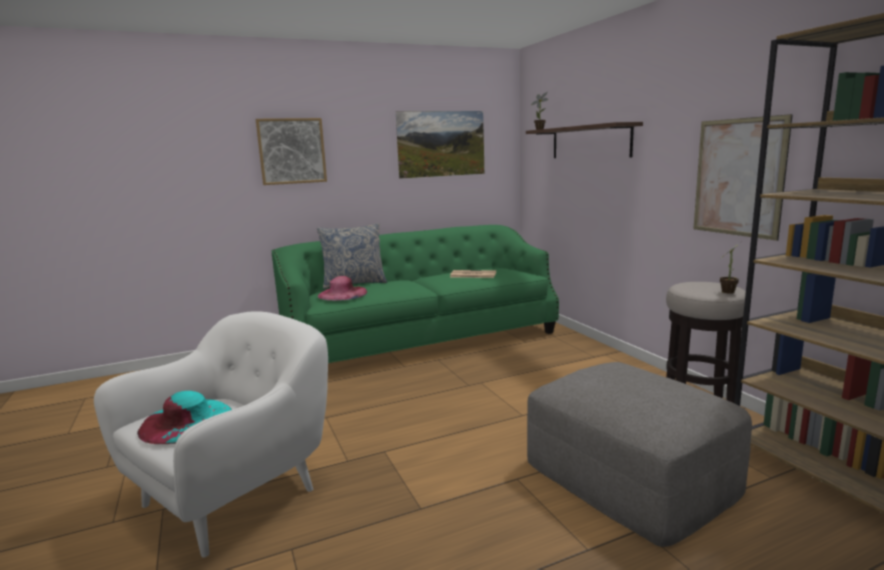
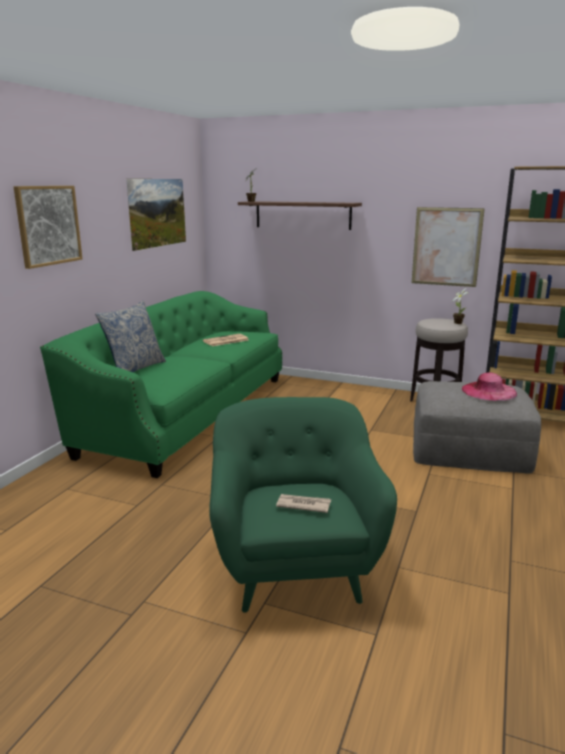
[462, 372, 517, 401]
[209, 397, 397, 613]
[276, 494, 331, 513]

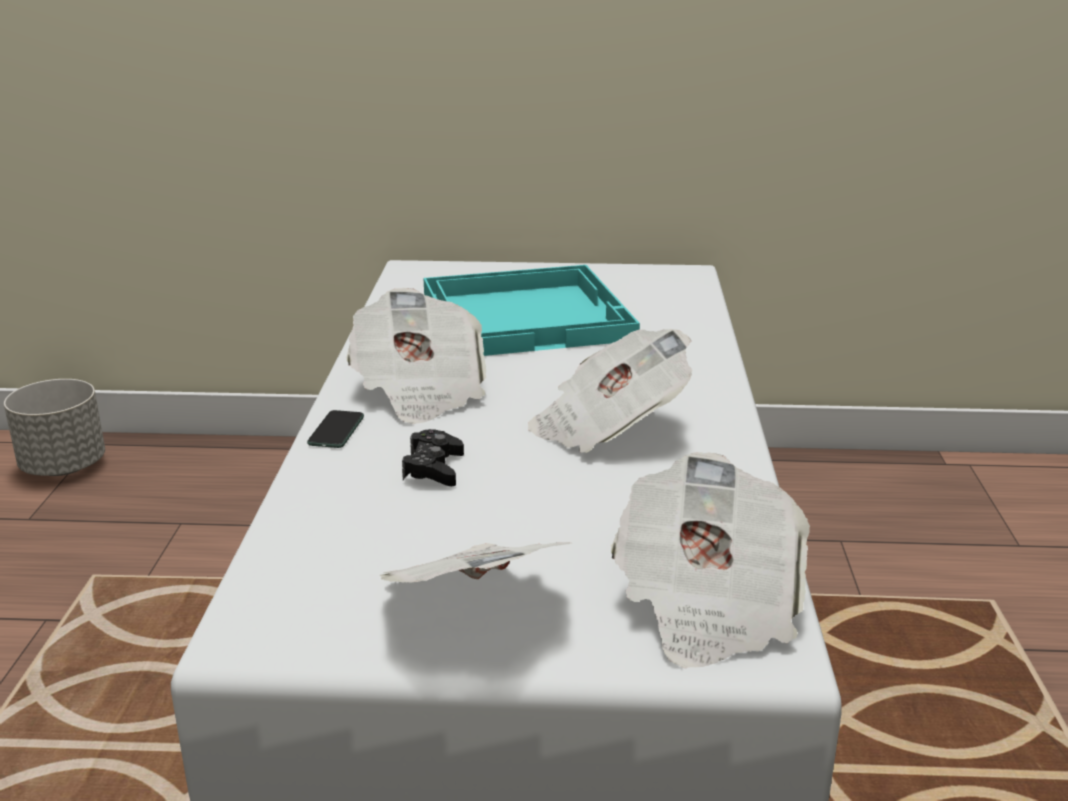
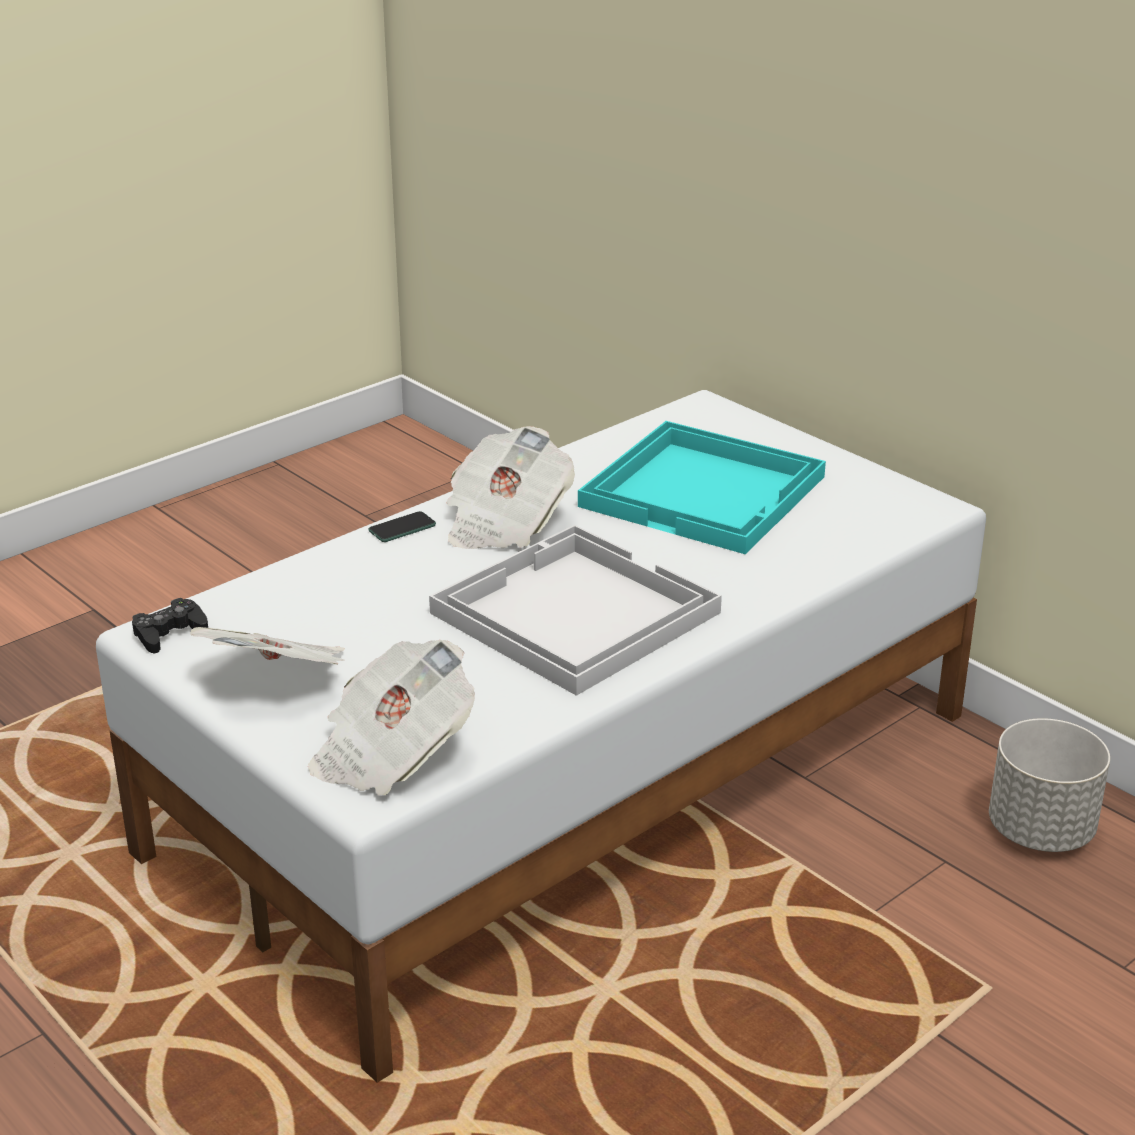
[429, 525, 722, 696]
[989, 718, 1110, 852]
[132, 598, 208, 653]

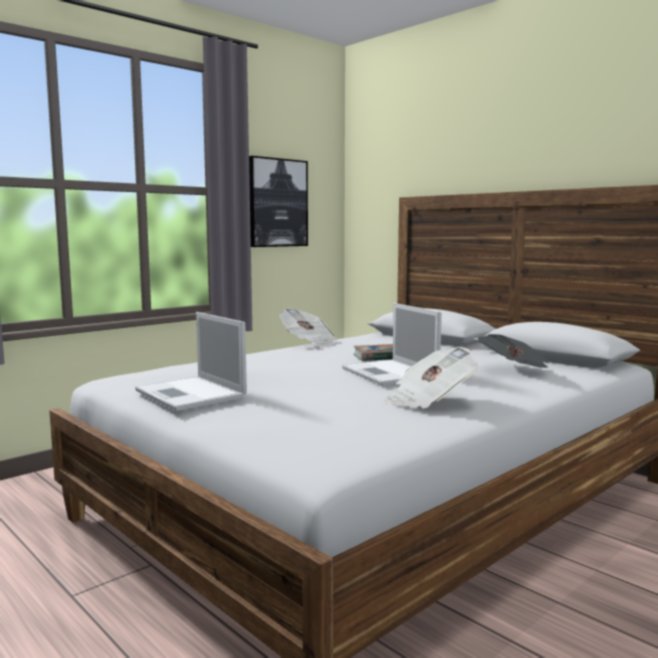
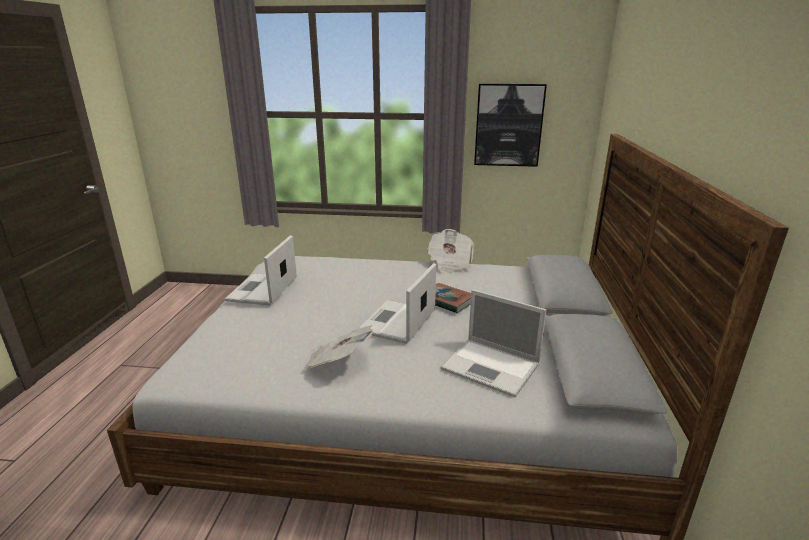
[441, 289, 547, 397]

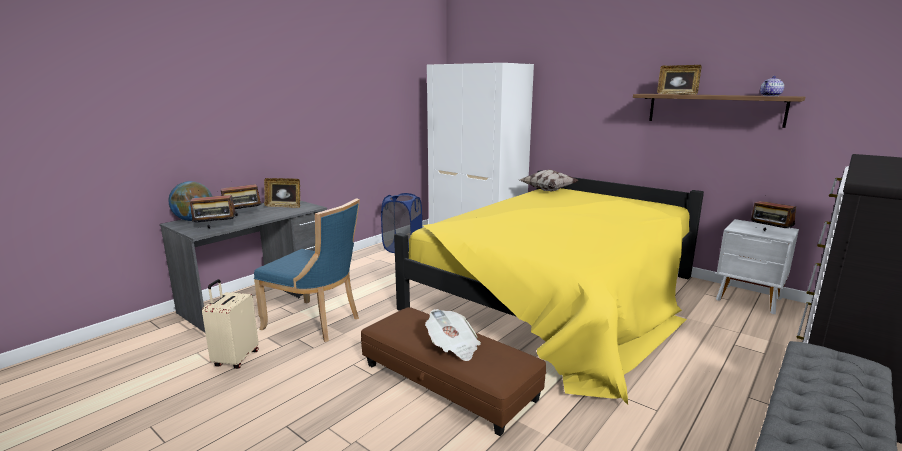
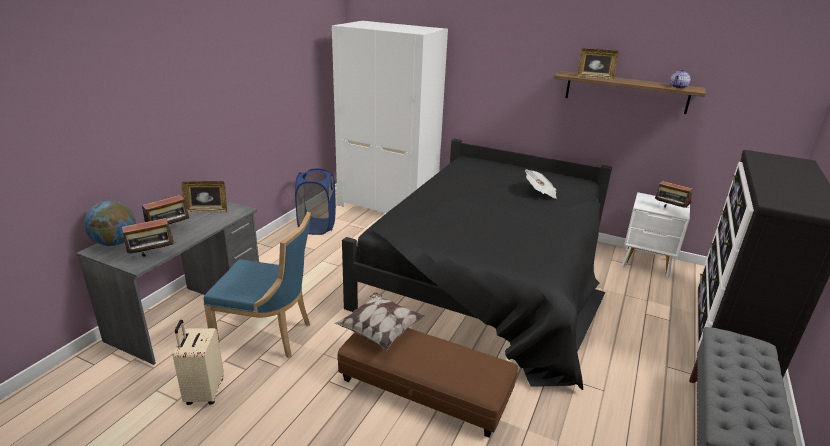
[334, 293, 425, 350]
[342, 139, 612, 390]
[525, 169, 557, 199]

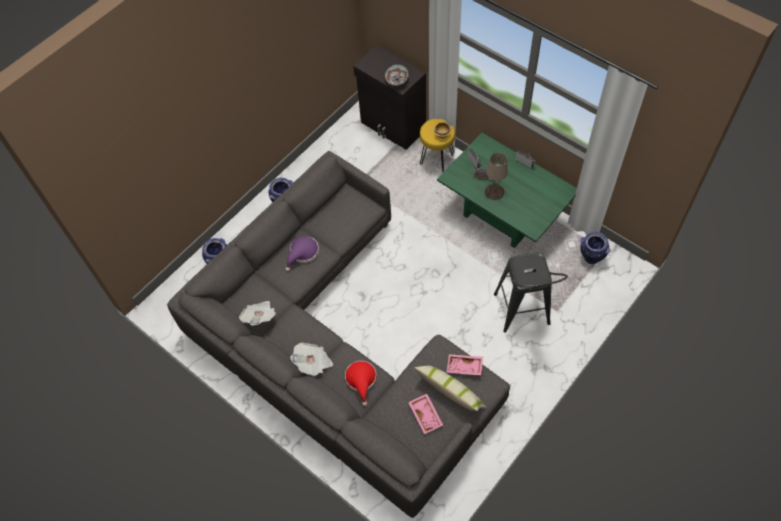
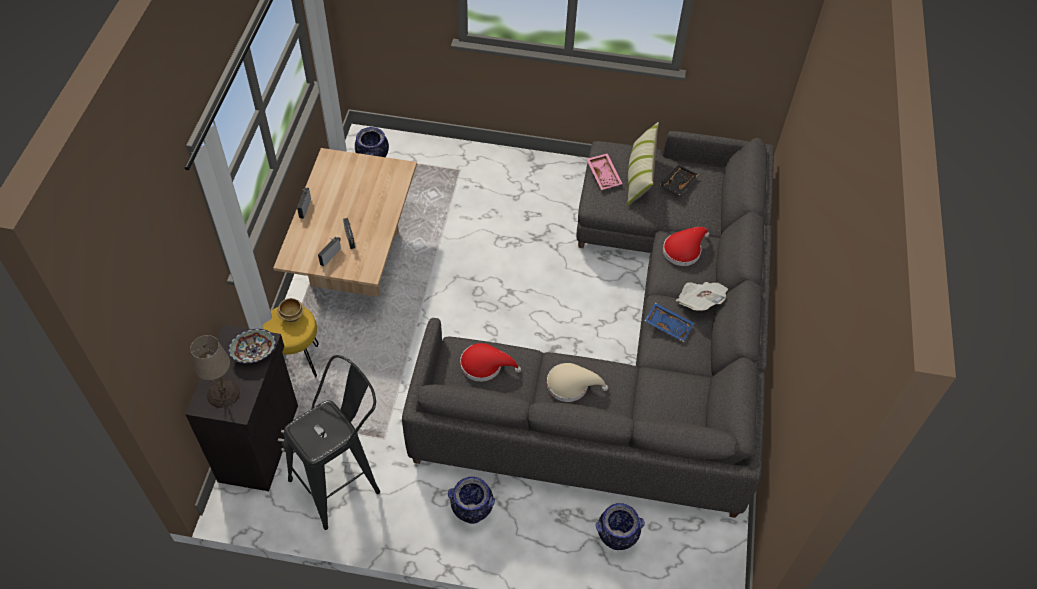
[273, 148, 417, 297]
[190, 335, 240, 408]
[547, 363, 608, 402]
[284, 355, 380, 530]
[239, 301, 276, 325] (first image)
[660, 164, 698, 195]
[644, 302, 694, 342]
[460, 343, 521, 382]

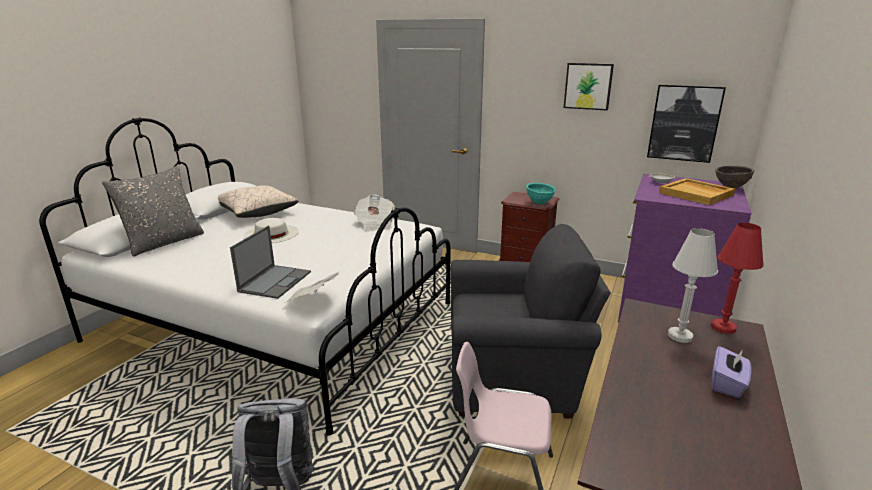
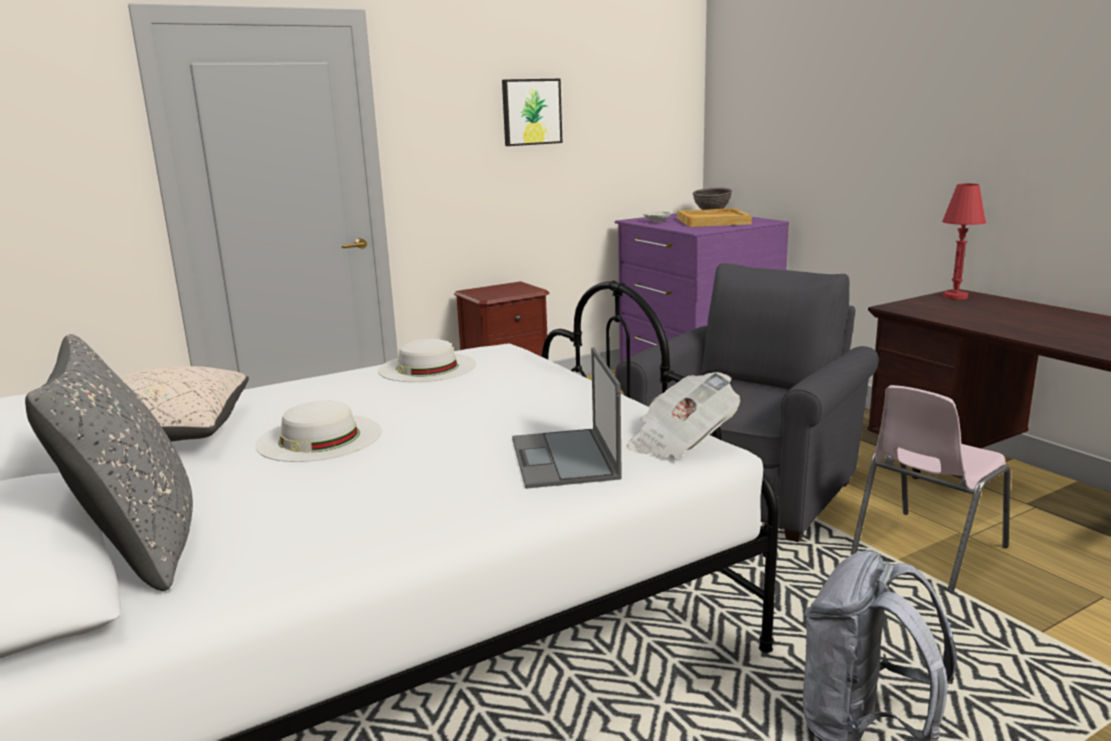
[647, 85, 726, 163] (first image)
[526, 183, 556, 204] (first image)
[378, 339, 476, 382]
[512, 347, 622, 489]
[668, 228, 718, 343] (first image)
[712, 346, 751, 398] (first image)

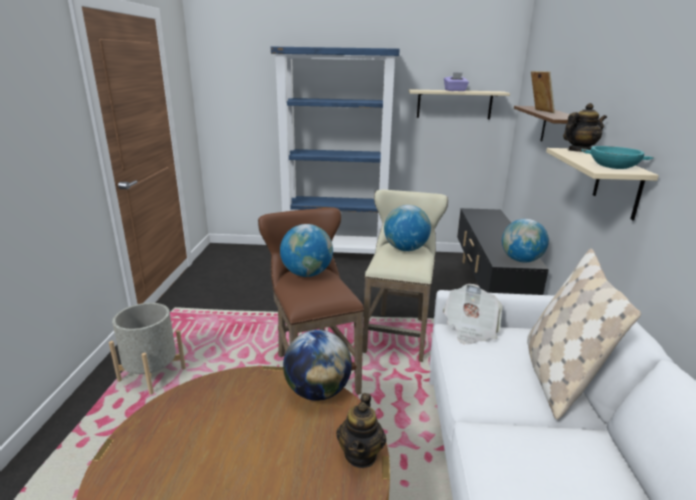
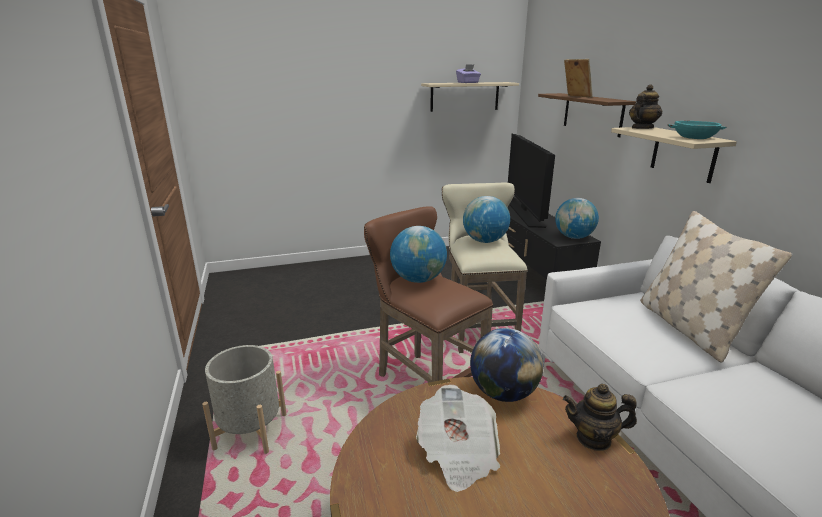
[271, 47, 400, 254] (first image)
[416, 385, 500, 492]
[563, 384, 637, 451]
[508, 134, 555, 228]

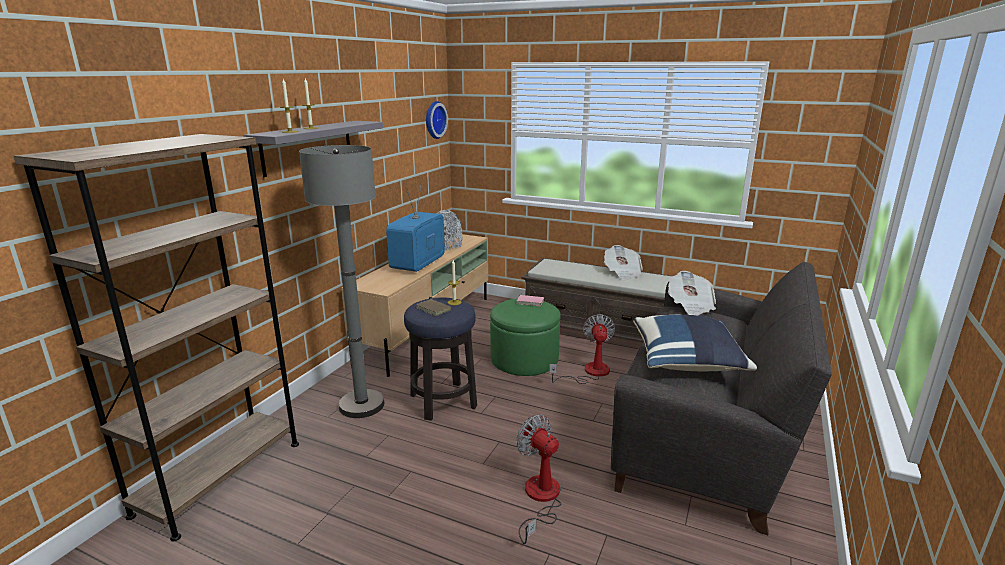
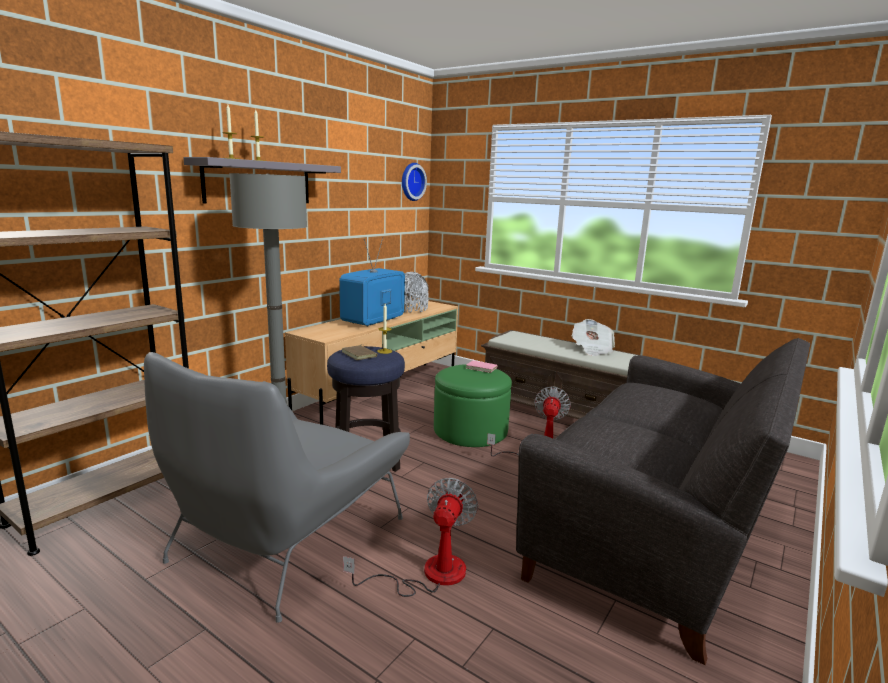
[668, 271, 716, 315] (first image)
[633, 315, 757, 371] (first image)
[343, 478, 478, 597]
[144, 352, 410, 623]

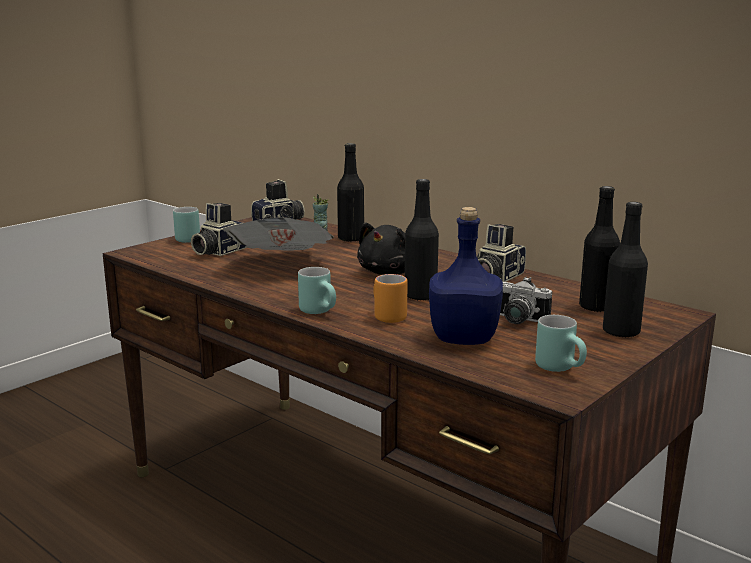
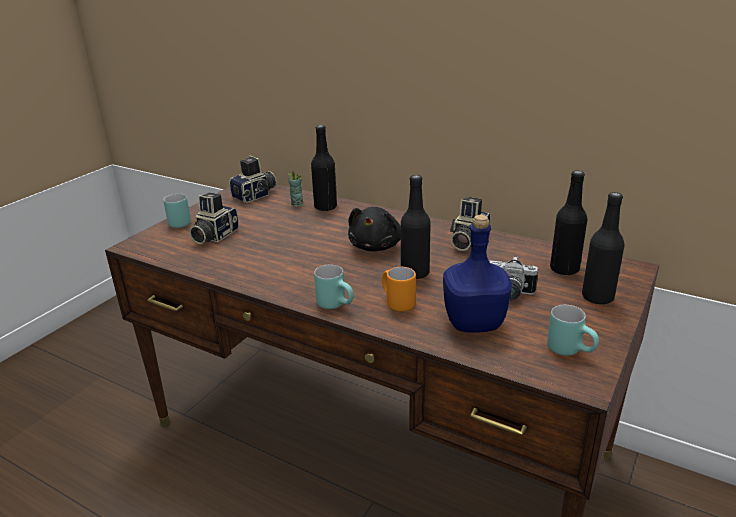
[223, 217, 334, 251] (first image)

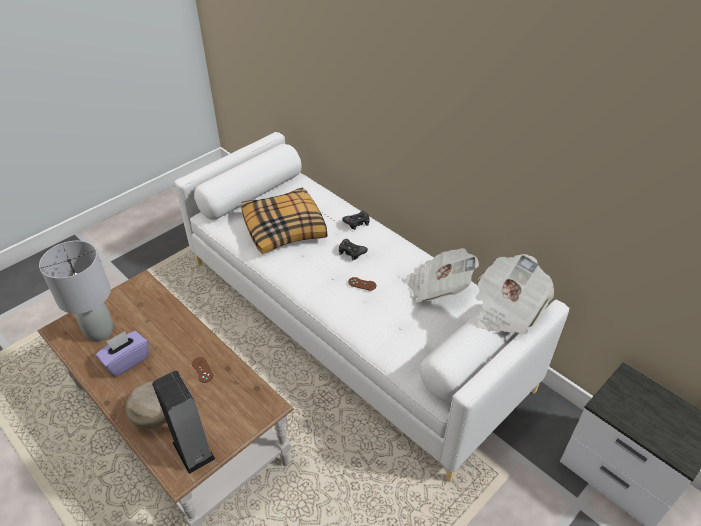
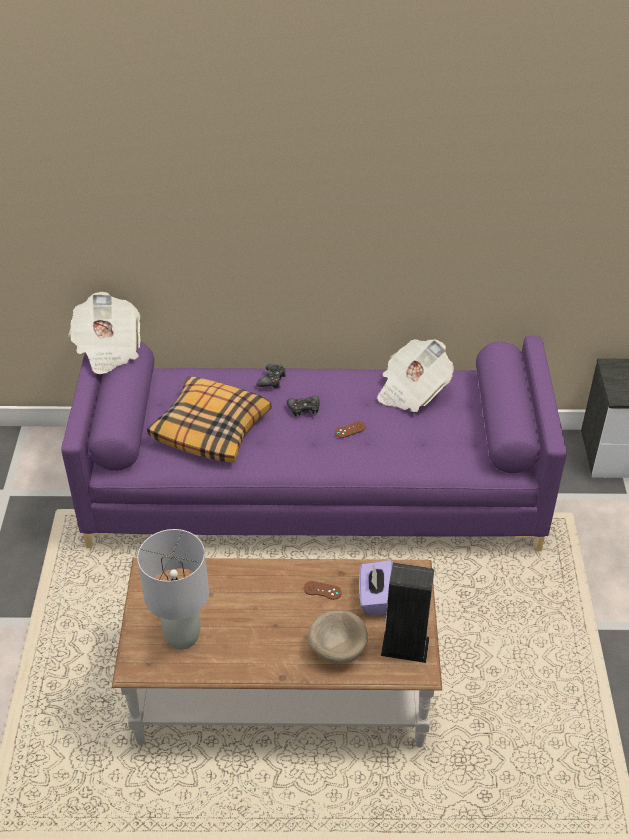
[61, 336, 567, 551]
[69, 292, 140, 374]
[359, 560, 393, 615]

